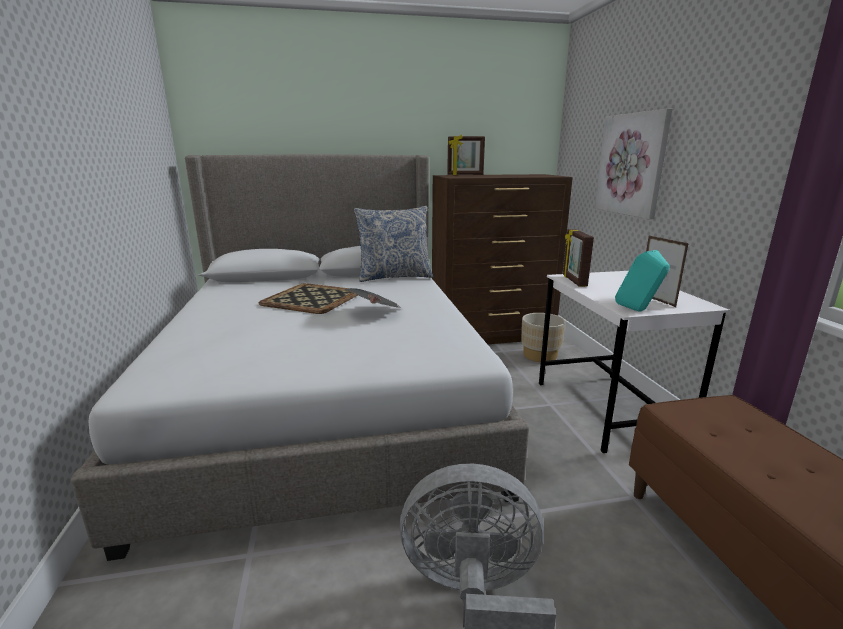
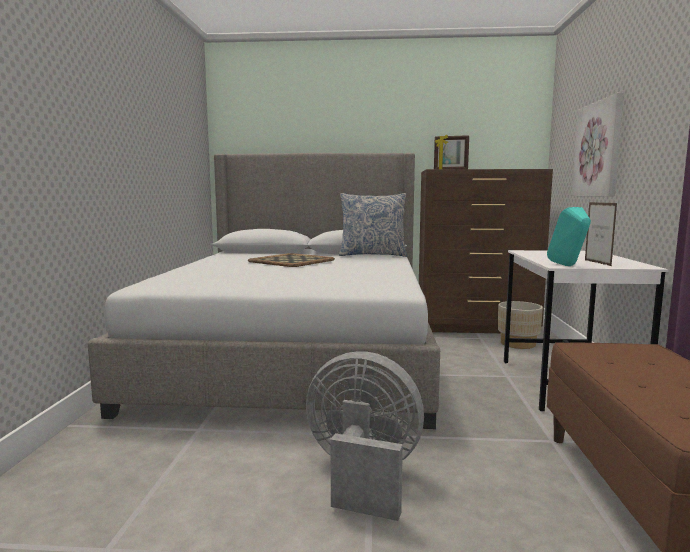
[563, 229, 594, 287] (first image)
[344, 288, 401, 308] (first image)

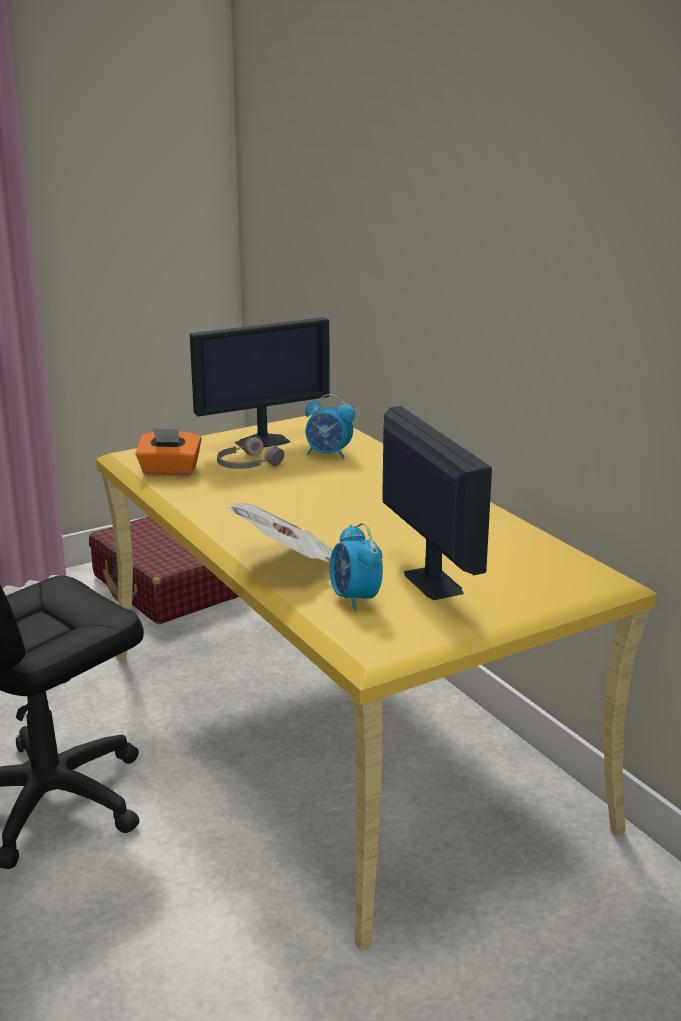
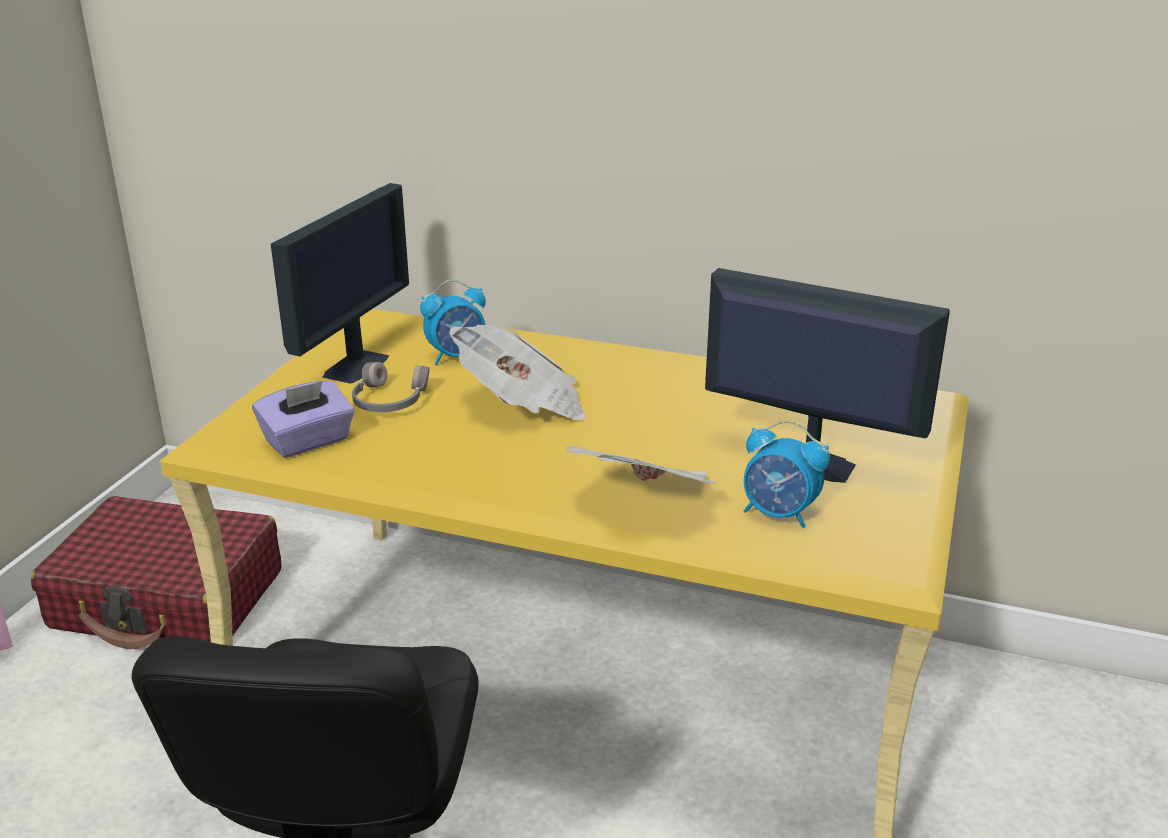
[252, 381, 354, 458]
[449, 325, 586, 420]

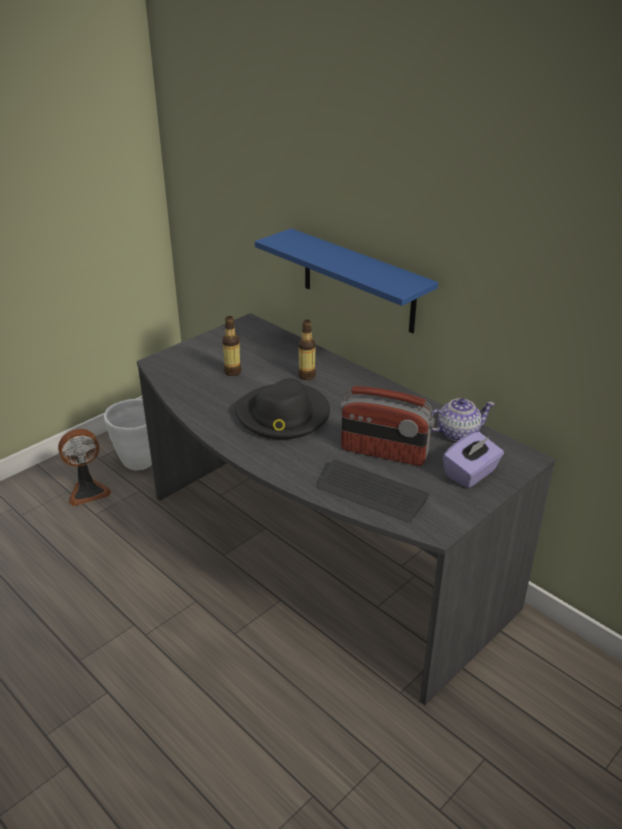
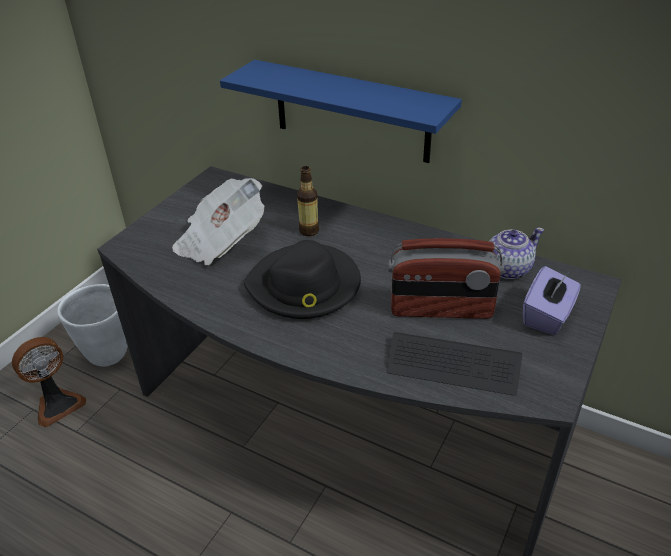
[172, 178, 265, 265]

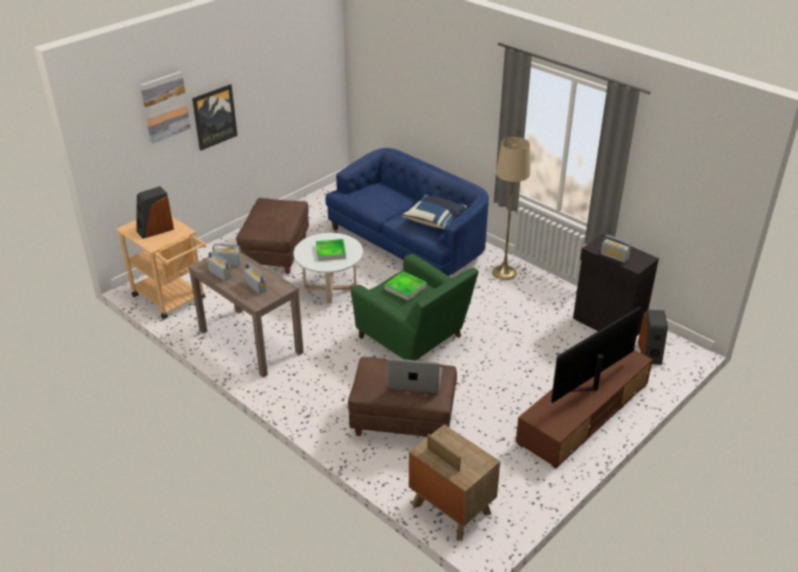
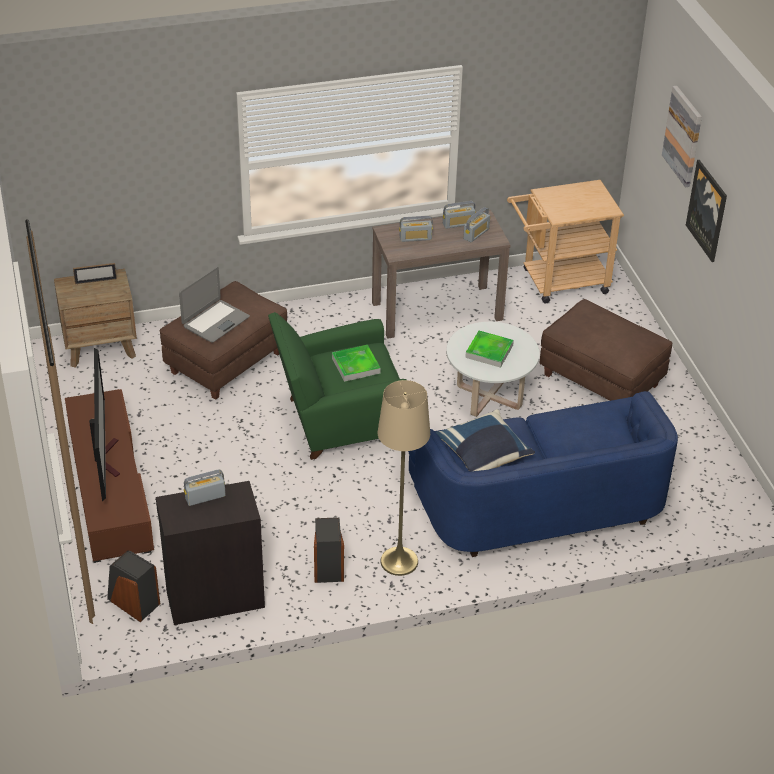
[314, 517, 344, 583]

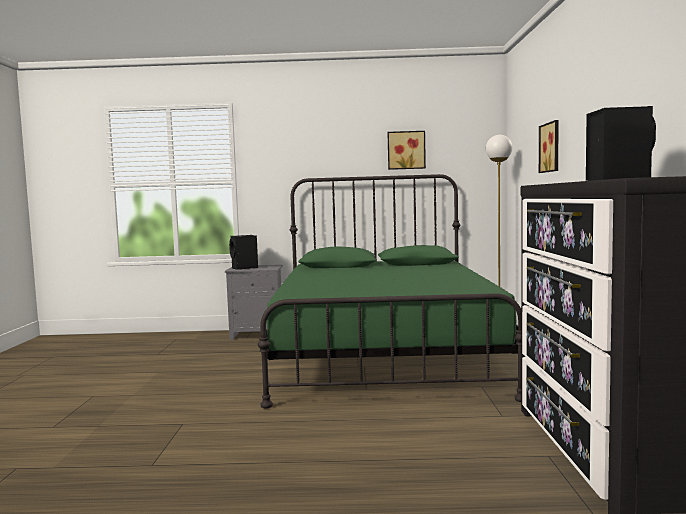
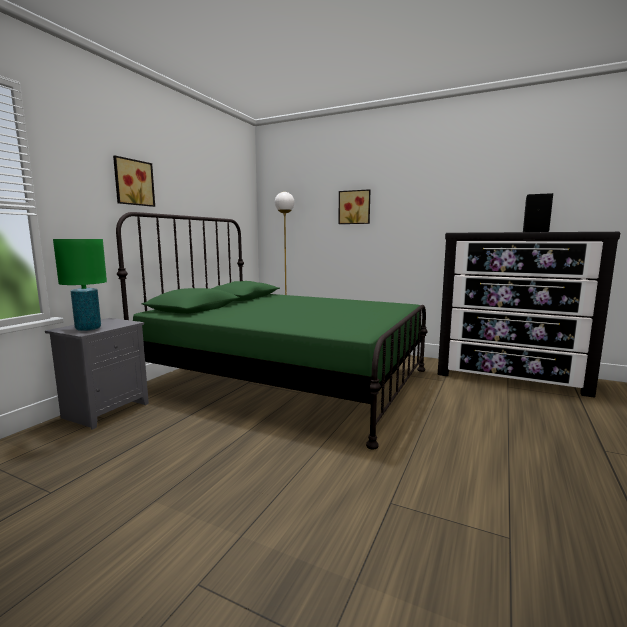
[113, 156, 155, 207]
[53, 239, 107, 331]

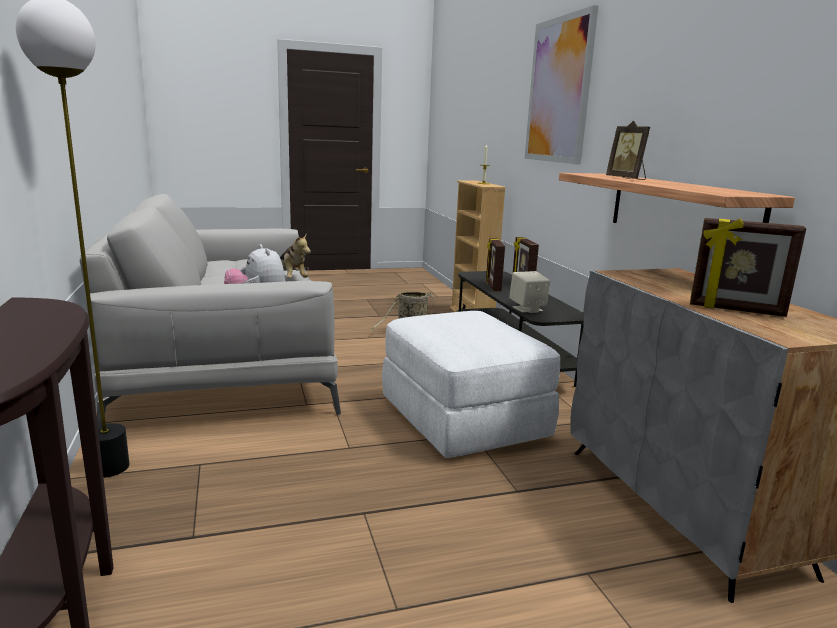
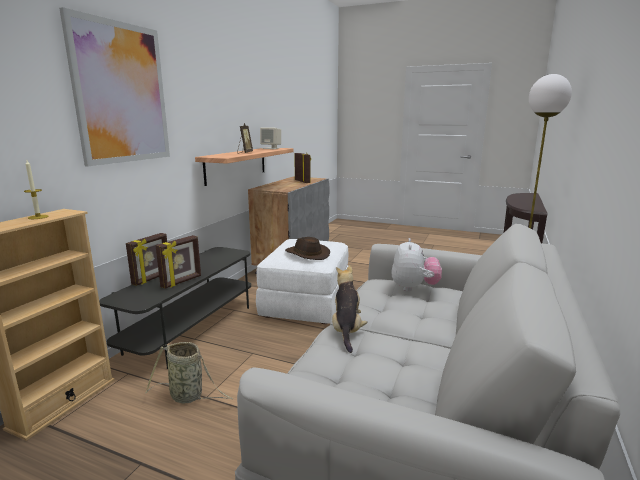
[260, 127, 281, 149]
[285, 237, 330, 260]

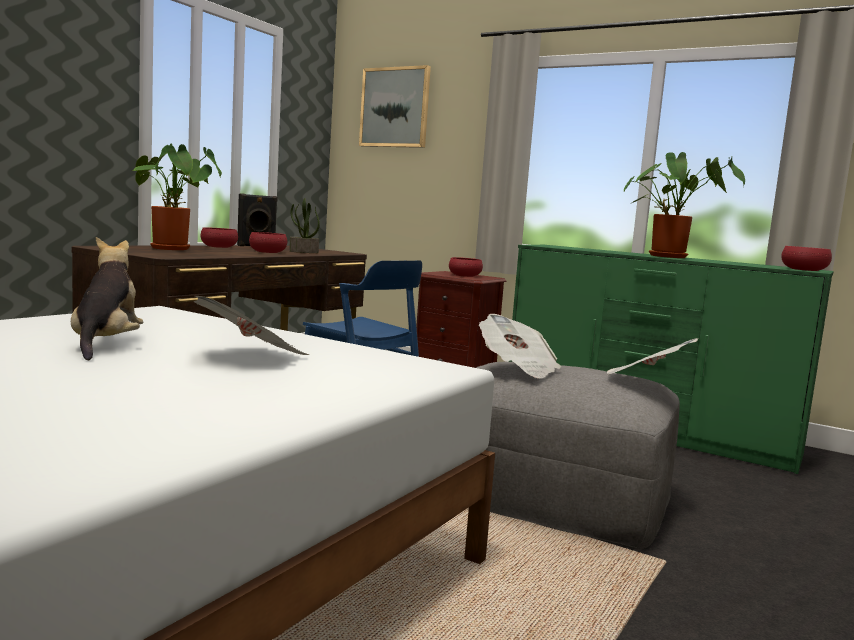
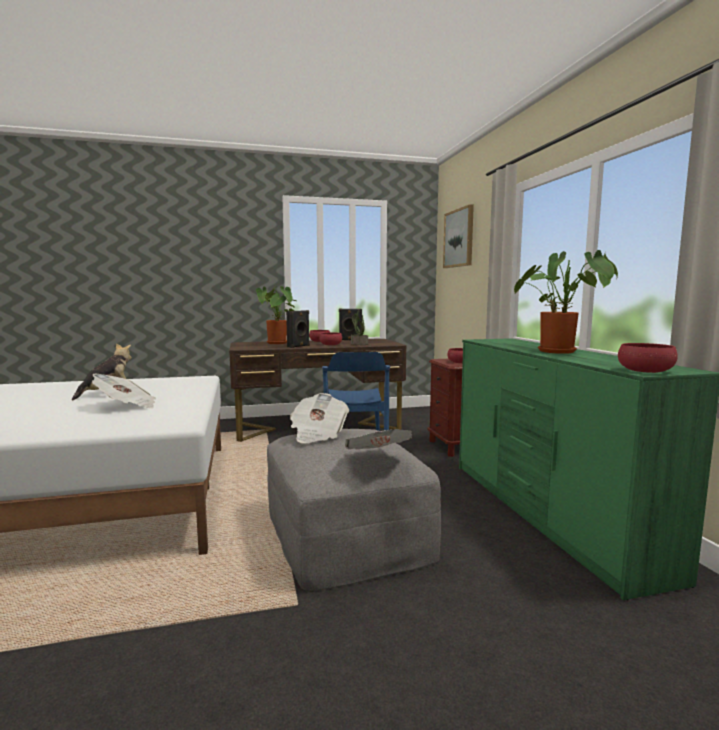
[286, 310, 310, 348]

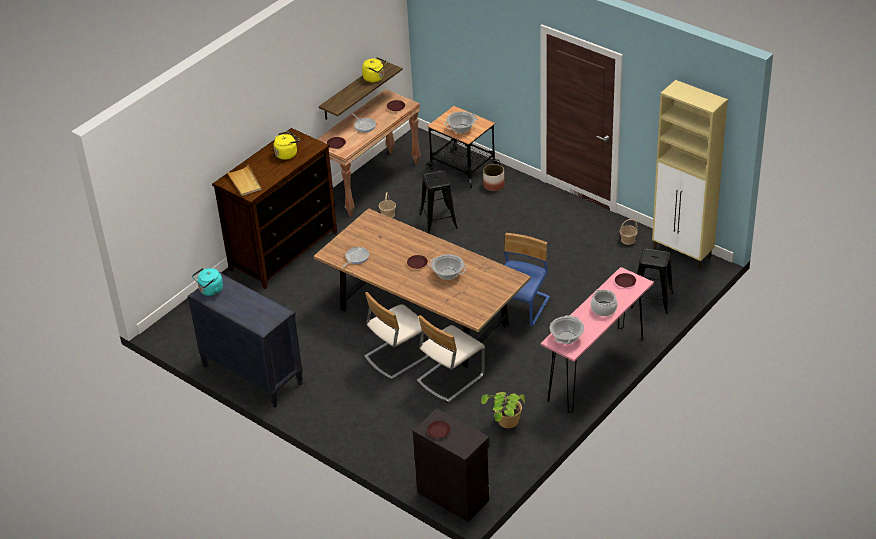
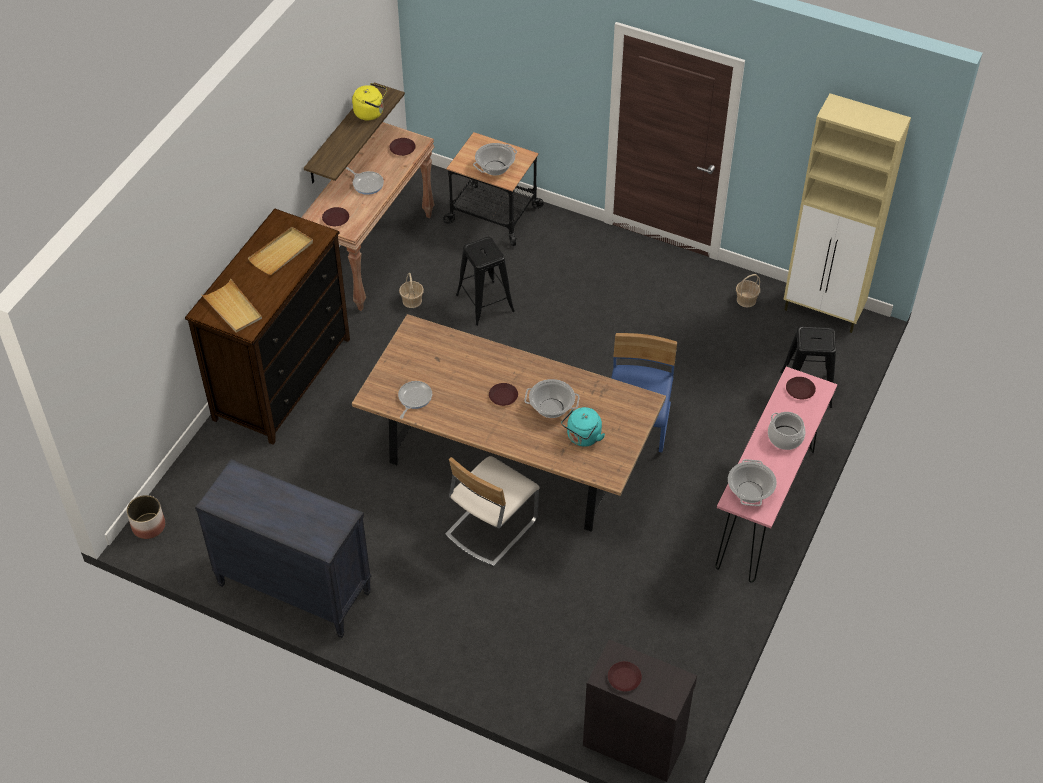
[248, 227, 313, 275]
[127, 495, 165, 539]
[561, 407, 605, 447]
[417, 315, 485, 403] (first image)
[481, 392, 525, 428] (first image)

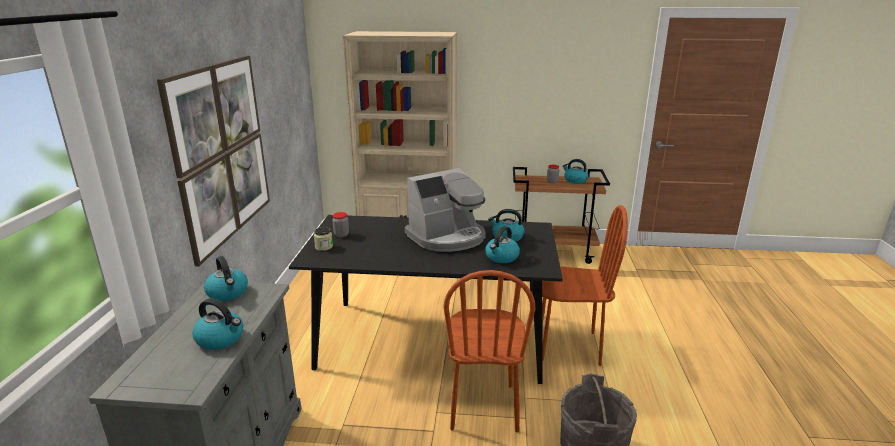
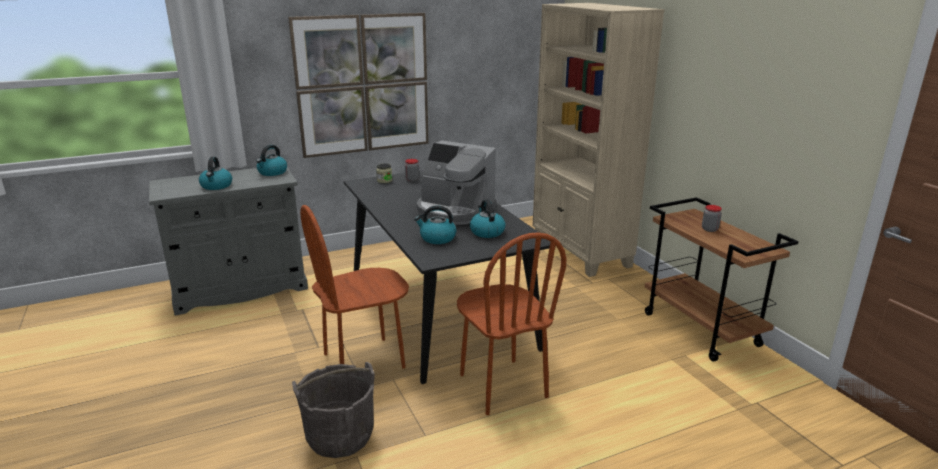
[563, 159, 589, 184] (first image)

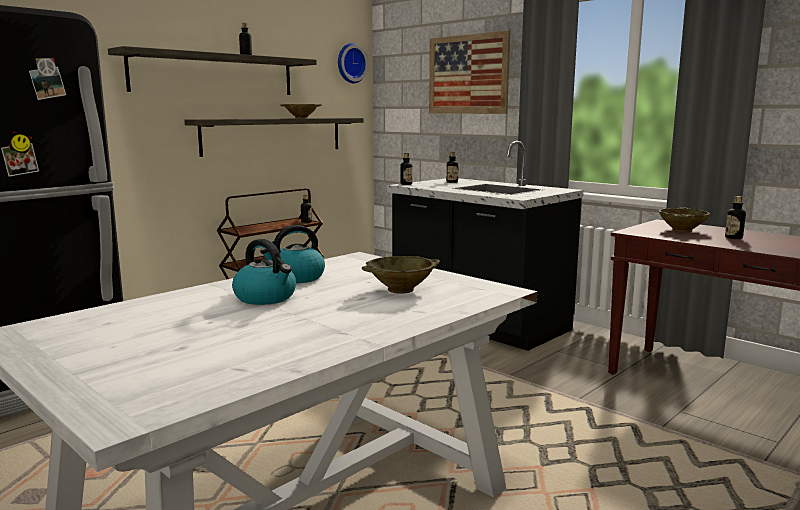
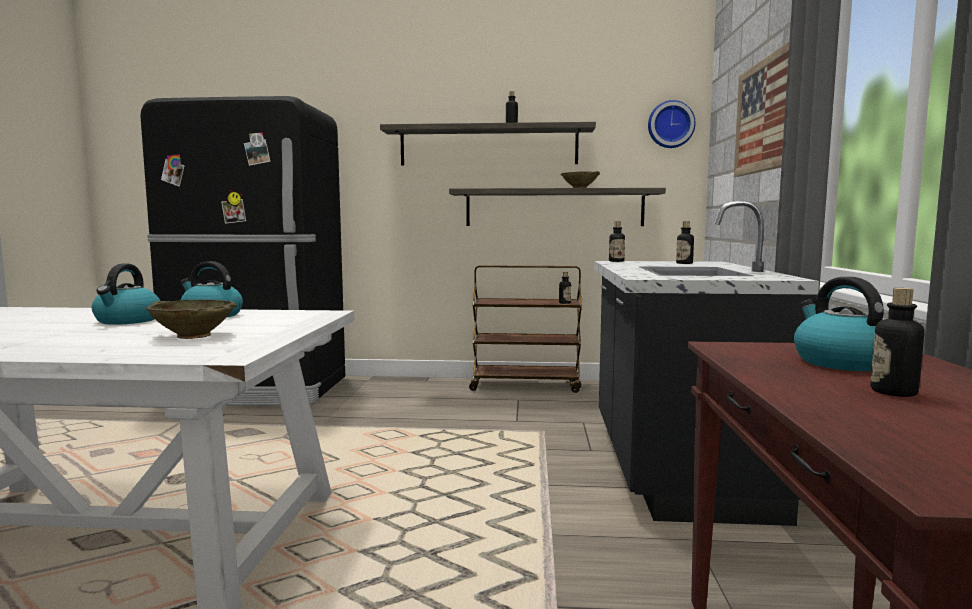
[794, 277, 884, 371]

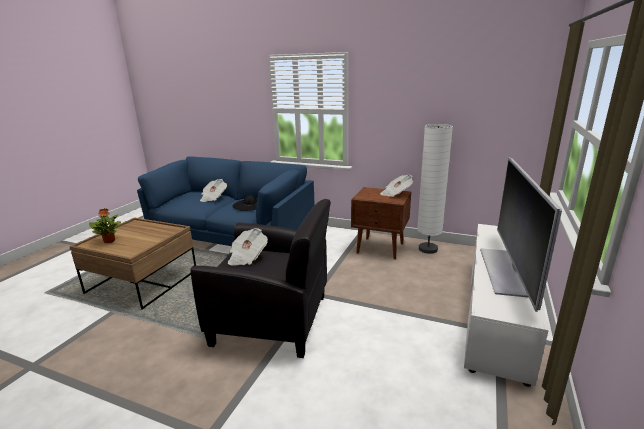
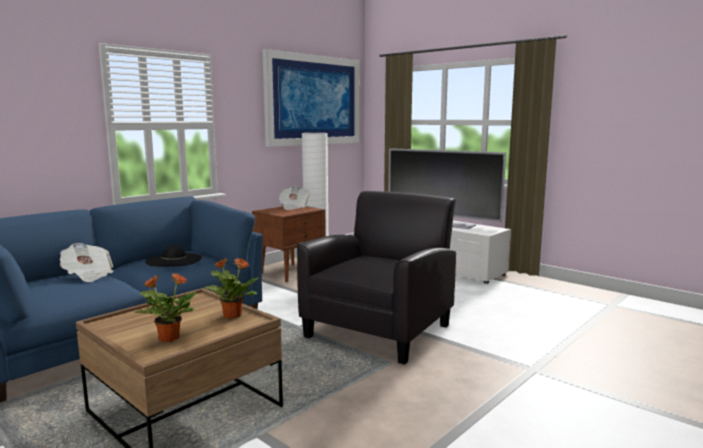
[228, 228, 268, 266] (first image)
[262, 49, 359, 147]
[204, 258, 258, 319]

